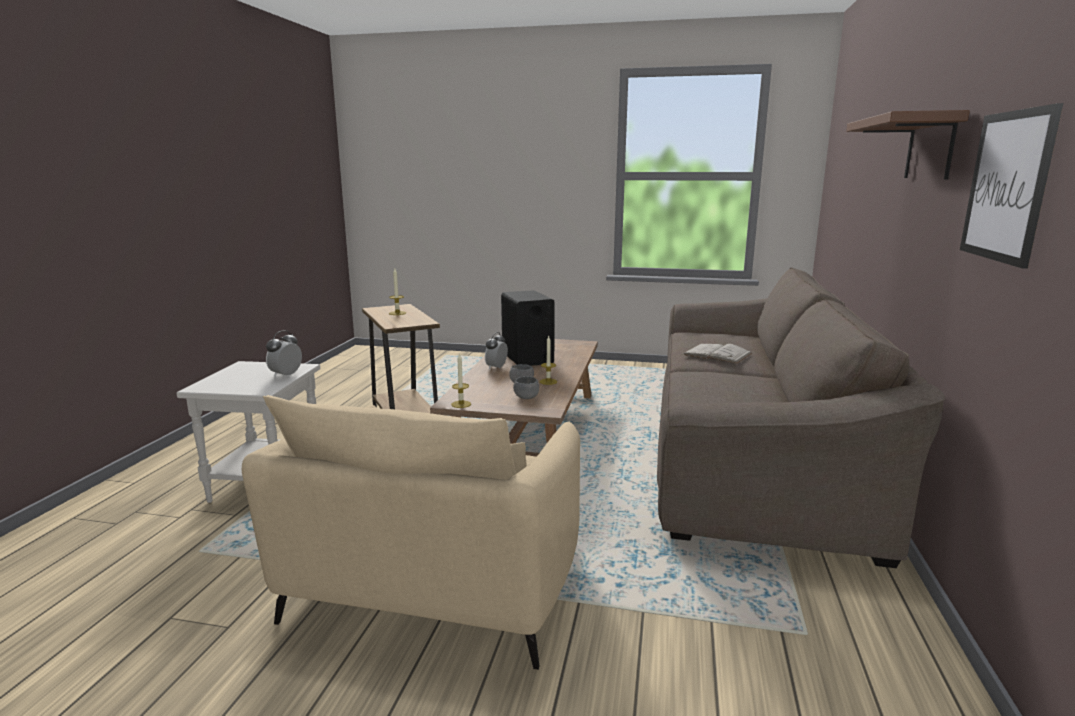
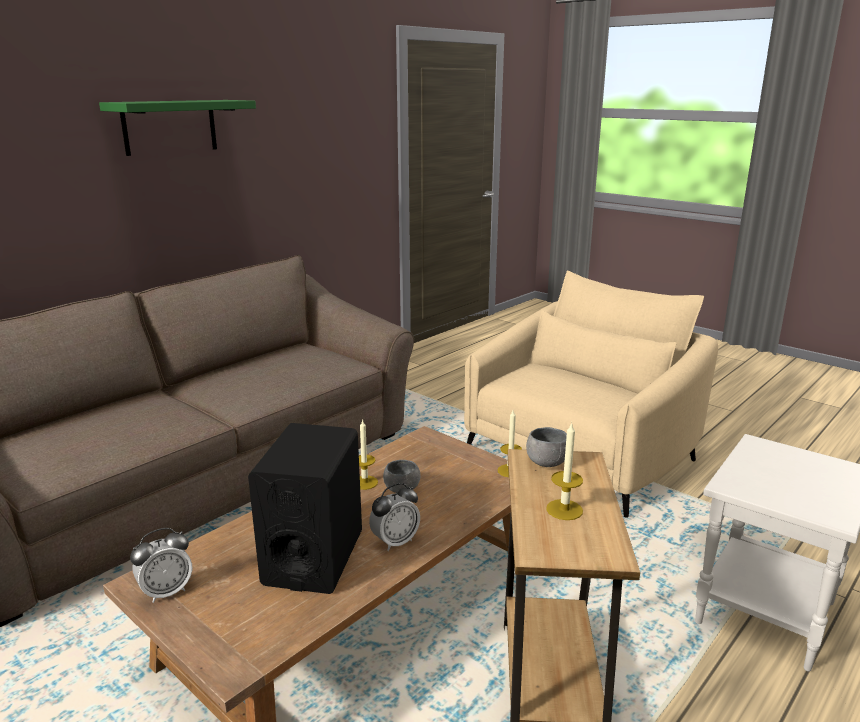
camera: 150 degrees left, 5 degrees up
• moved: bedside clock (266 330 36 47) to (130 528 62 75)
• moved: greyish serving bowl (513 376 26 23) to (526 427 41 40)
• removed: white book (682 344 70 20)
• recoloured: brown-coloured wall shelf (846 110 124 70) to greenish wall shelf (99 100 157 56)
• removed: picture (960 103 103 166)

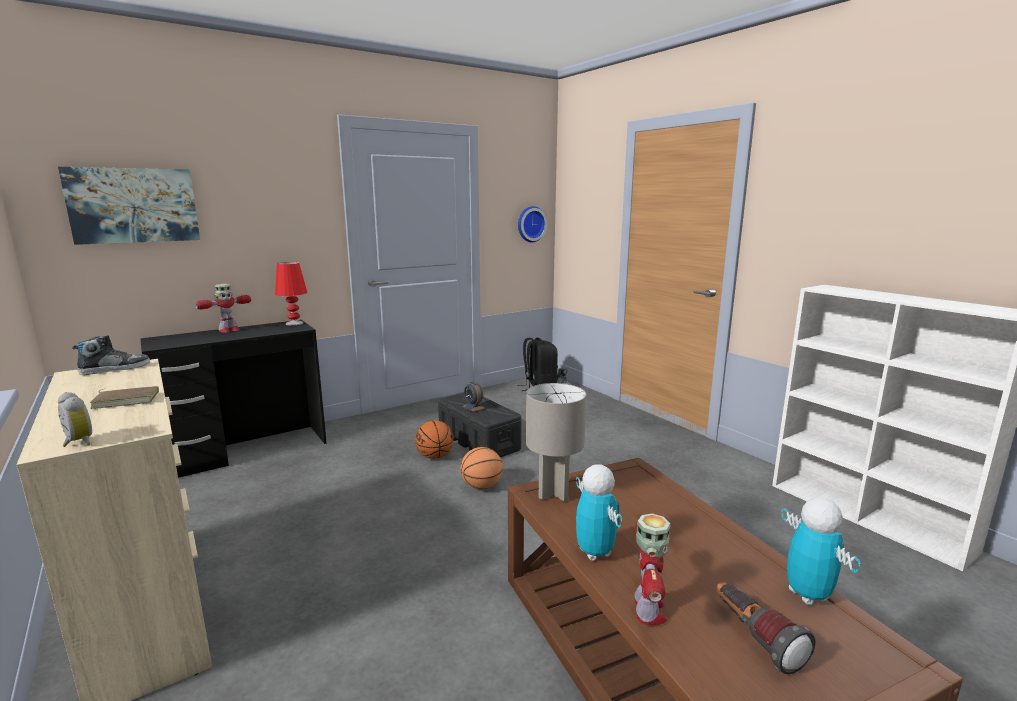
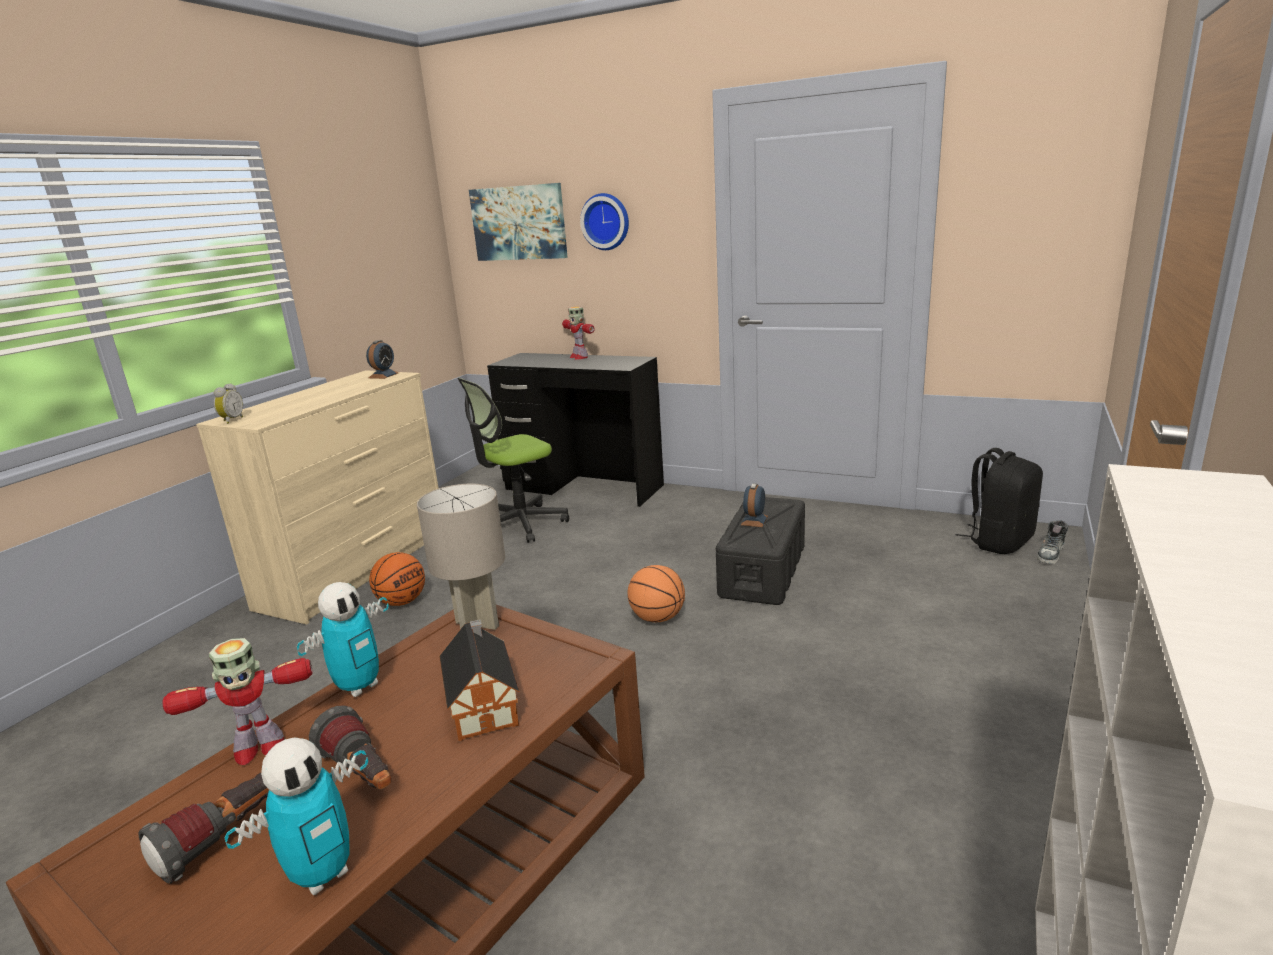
camera: 60 degrees right, 5 degrees up
• replaced: shoe (72 335 78 40) to bedside clock (366 340 33 39)
• removed: brown-coloured book (90 386 69 23)
• turned: robot figure (195 284 56 49) = (562 306 33 54) 45 degrees clockwise
• removed: reddish tabletop lamp (275 262 32 63)
• moved: basketball ball (415 421 39 38) to (369 552 56 54)
• moved: clock on the wall (518 206 29 36) to (580 193 49 57)
• added: torch (309 705 82 84)
• added: toy house (439 619 81 122)
• added: desk chair (458 378 111 165)

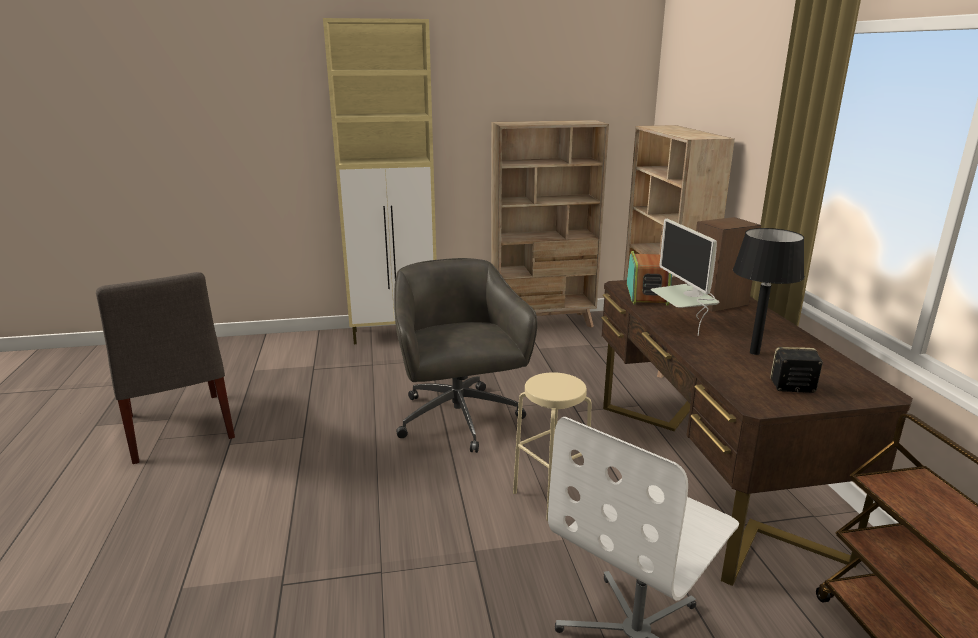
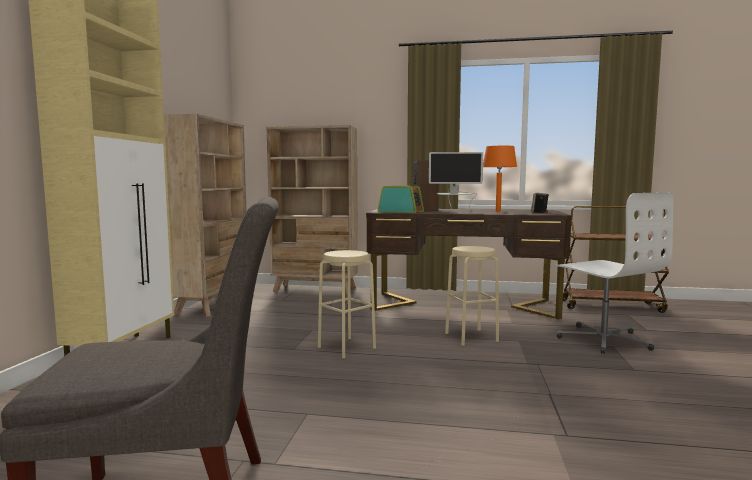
camera: 70 degrees left, 15 degrees down
• replaced: greyish desk chair (394 258 143 195) to sand-coloured stool seat (318 250 58 108)
• recoloured: blackish tabletop lamp (733 228 72 127) to orange-coloured tabletop lamp (483 146 34 66)

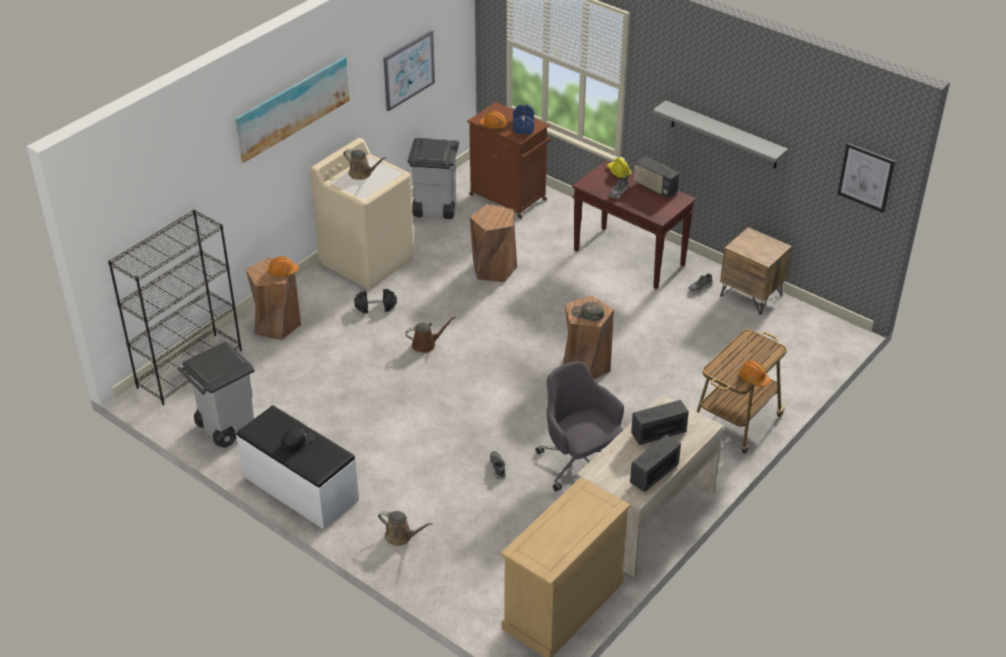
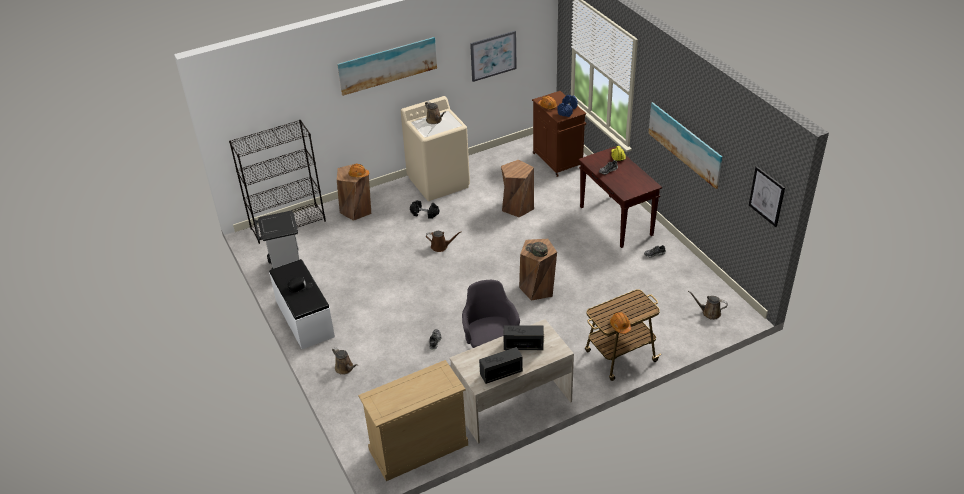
camera: 25 degrees right, 0 degrees up
• removed: greyish trash can (408 138 51 81)
• removed: radio set (634 157 46 41)
• replaced: greyish wall shelf (652 100 136 69) to picture (648 102 74 87)
• removed: brown-coloured bedside table (720 227 72 88)
• added: brown-coloured watering can (688 291 40 29)

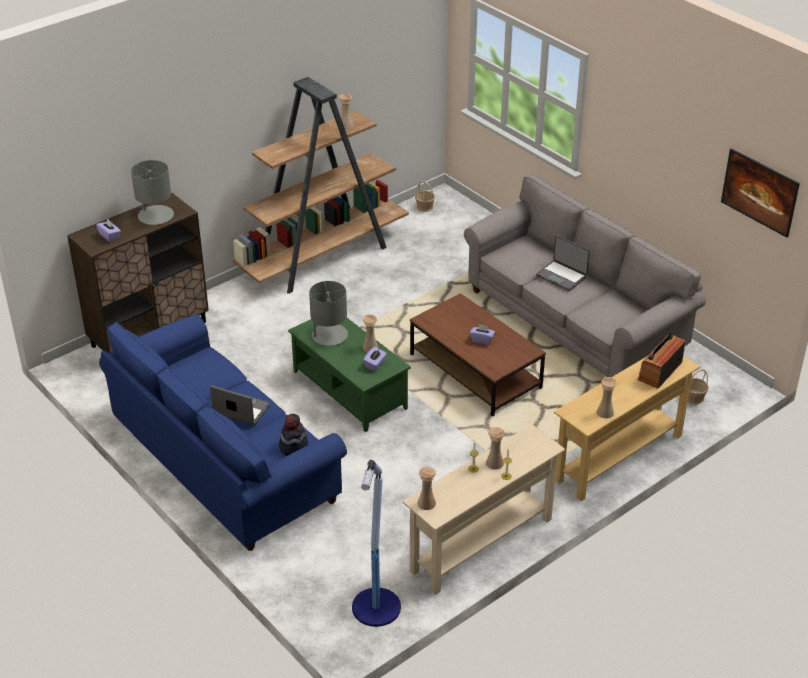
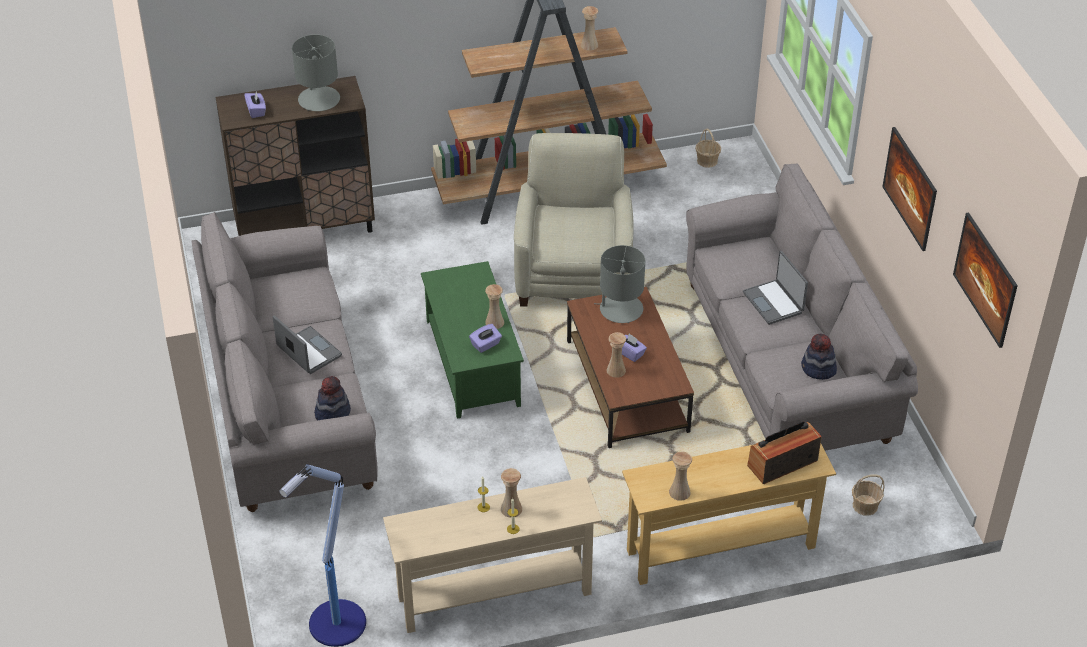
camera: 25 degrees right, 5 degrees up
• recoloured: blue-coloured settee (99 314 248 237) to greyish settee (191 212 187 300)
• moved: greyish tabletop lamp (307 281 41 65) to (594 245 51 78)
• moved: sand-coloured flower vase (417 466 19 44) to (606 332 20 46)
• added: sand-coloured lounge chair (514 133 119 174)
• added: wearable hat (801 333 36 47)
• added: picture (882 127 55 124)

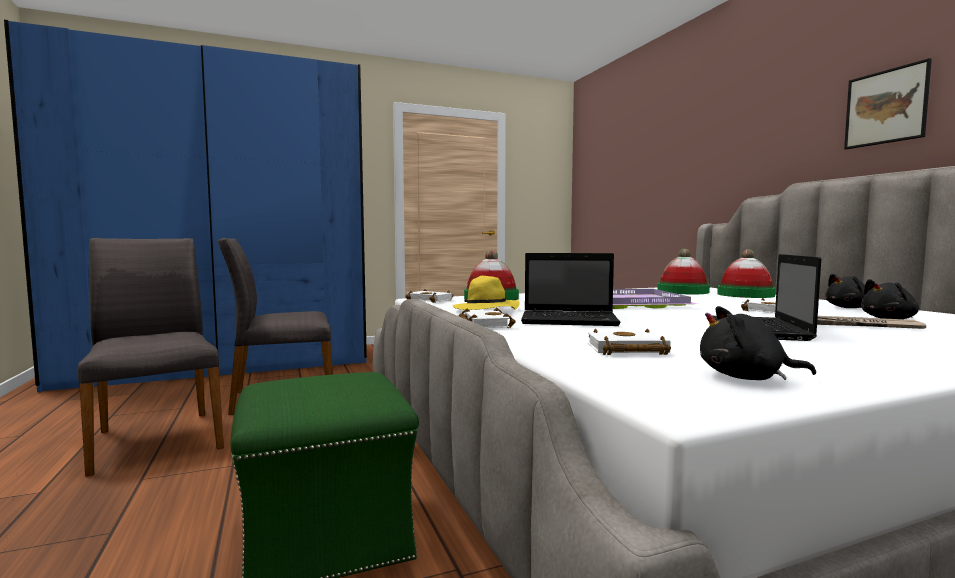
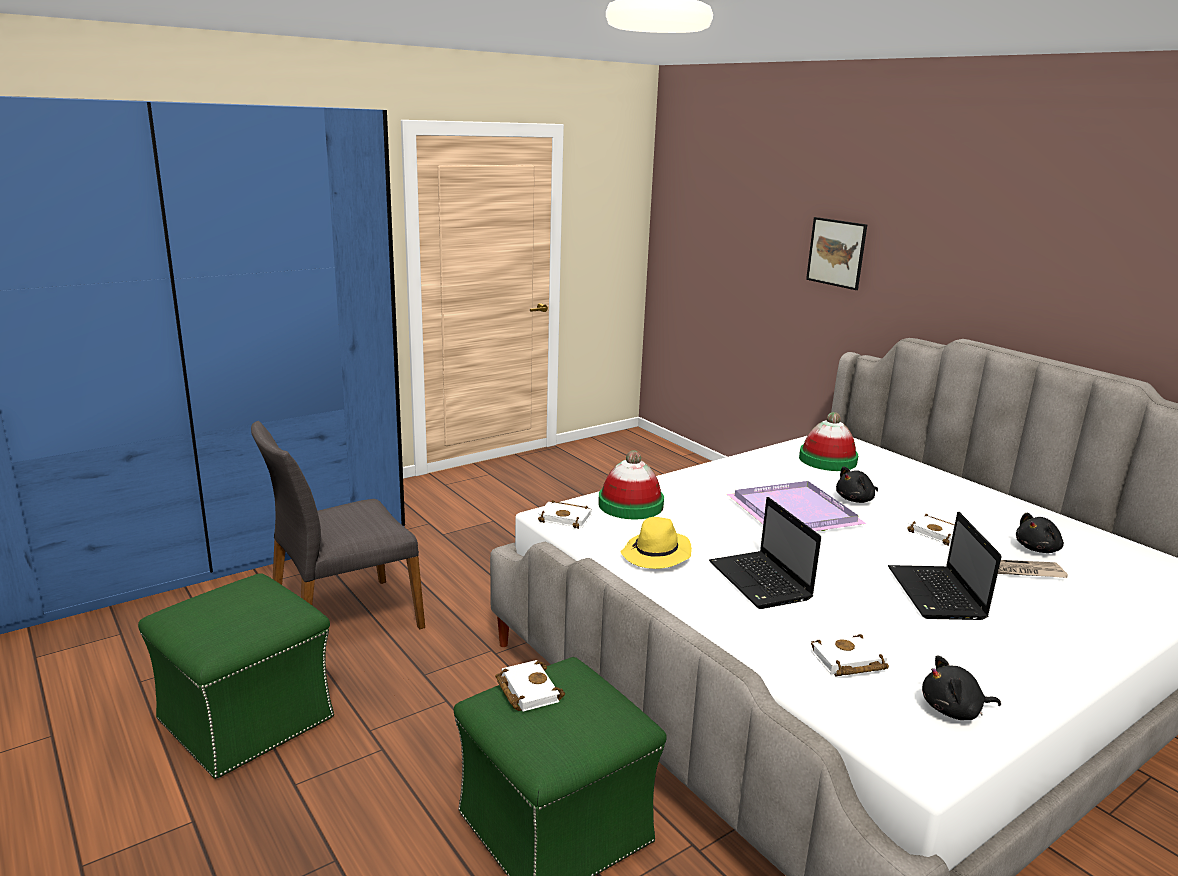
camera: 15 degrees left, 15 degrees up
• replaced: greyish chair (78 238 146 239) to greenish footrest (138 573 196 206)
• moved: white book (459 308 57 20) to (495 660 70 52)
• turned: laptop (521 253 100 73) = (709 497 112 112) 75 degrees clockwise
• removed: wearable hat (717 249 59 49)
• moved: blackish soft toy (825 274 40 34) to (836 467 42 36)
• moved: picture (844 58 88 91) to (806 217 61 73)

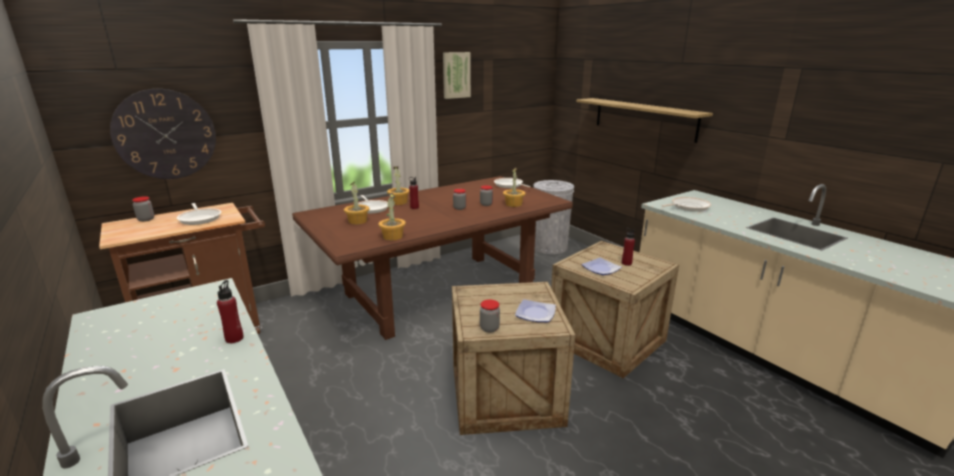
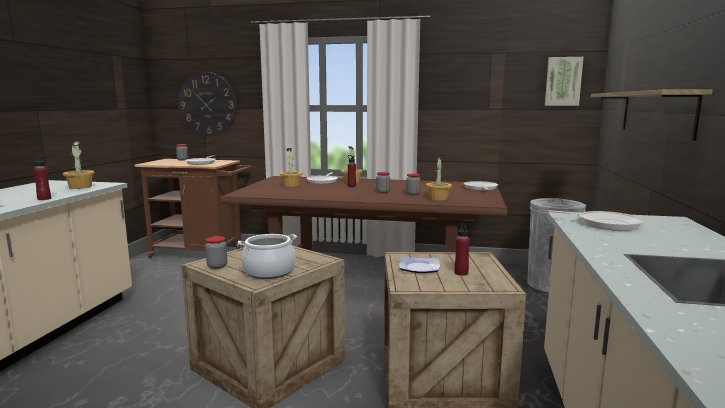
camera: 45 degrees right, 10 degrees down
• moved: potted plant (378 193 28 47) to (63 141 32 48)
• moved: picture (443 52 28 47) to (545 57 39 49)
• replaced: flat dish (515 299 41 23) to stockpot (238 234 59 45)

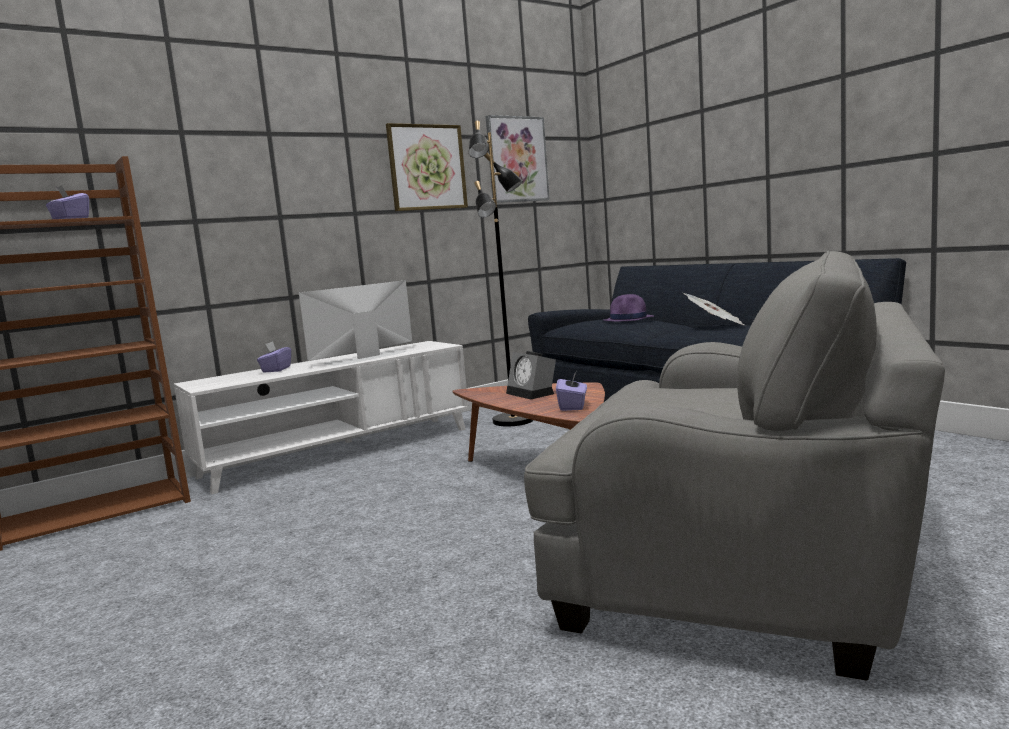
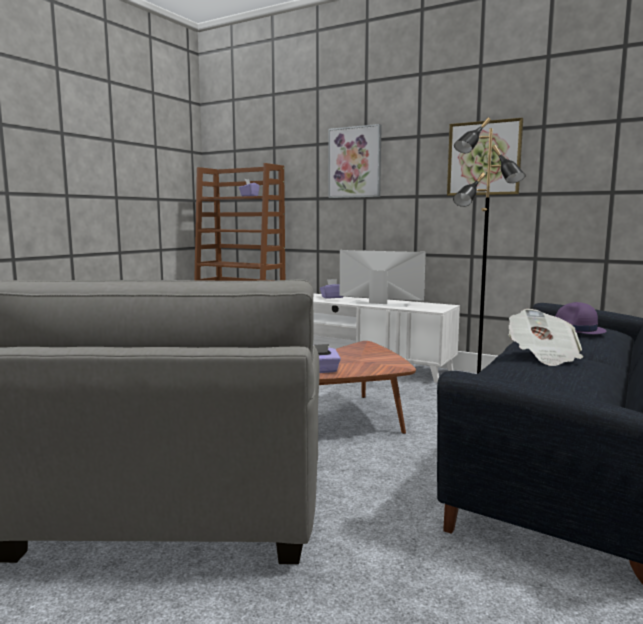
camera: 65 degrees right, 0 degrees up
• moved: picture (486 115 64 88) to (328 124 54 74)
• removed: bedside clock (506 351 50 48)

